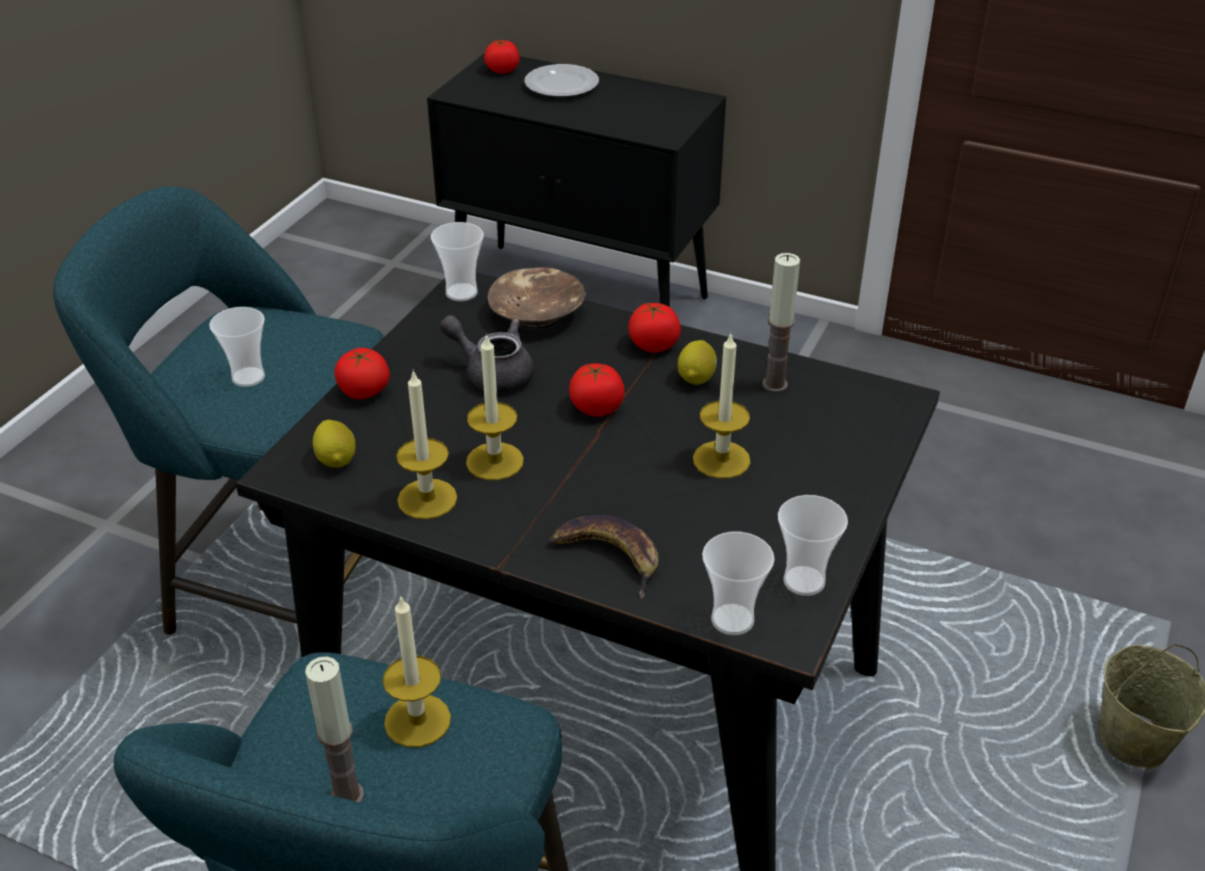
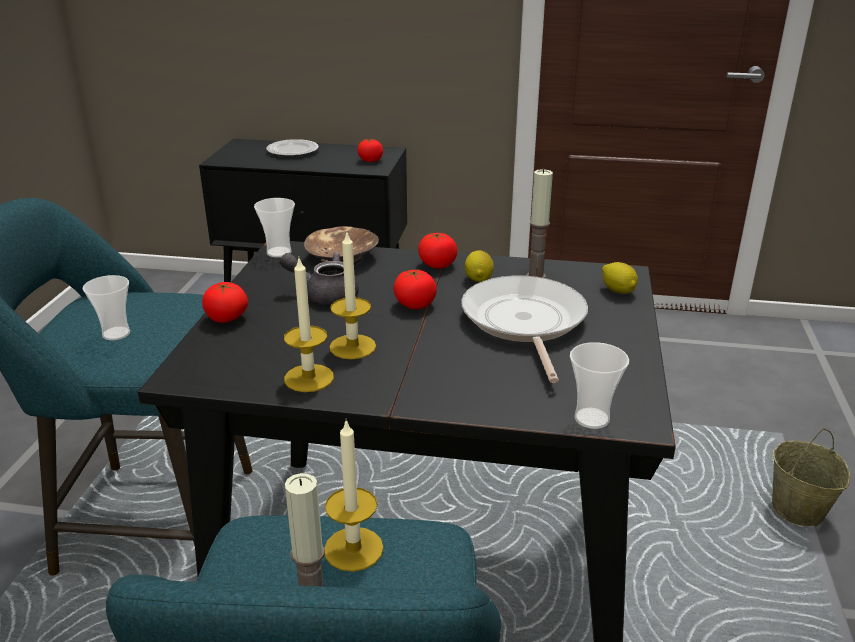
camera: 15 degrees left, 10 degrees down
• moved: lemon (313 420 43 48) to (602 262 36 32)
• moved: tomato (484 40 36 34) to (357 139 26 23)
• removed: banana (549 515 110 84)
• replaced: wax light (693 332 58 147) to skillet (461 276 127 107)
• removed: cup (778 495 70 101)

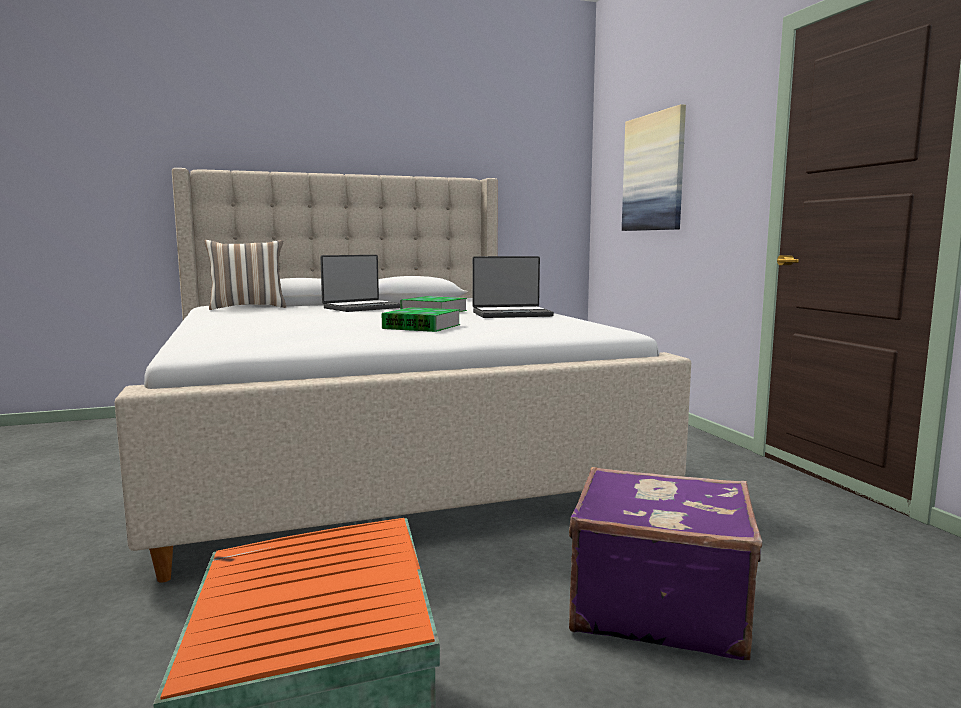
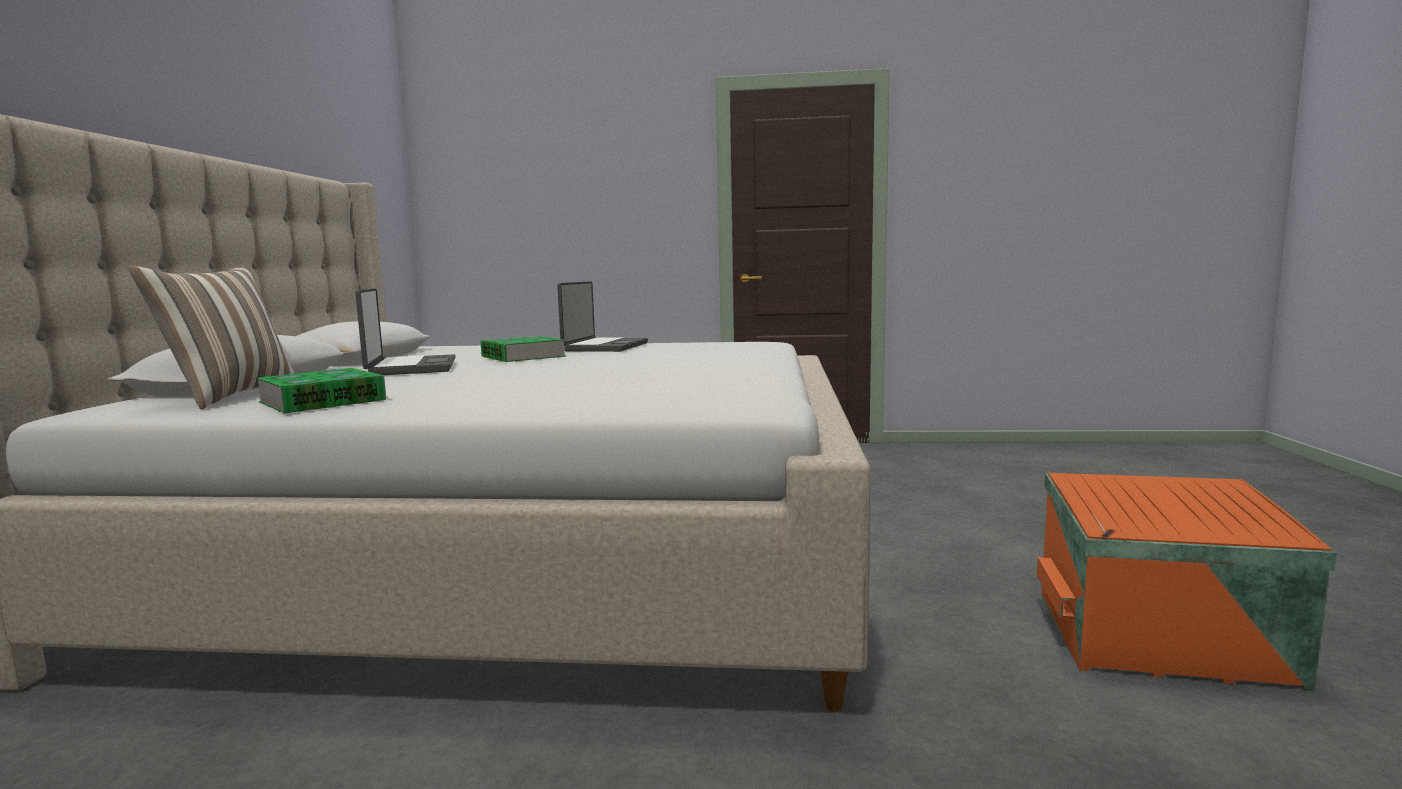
camera: 65 degrees left, 0 degrees up
• moved: book (382 307 78 25) to (256 368 130 45)
• removed: purple suitcase (569 467 193 193)
• removed: picture (622 104 64 127)

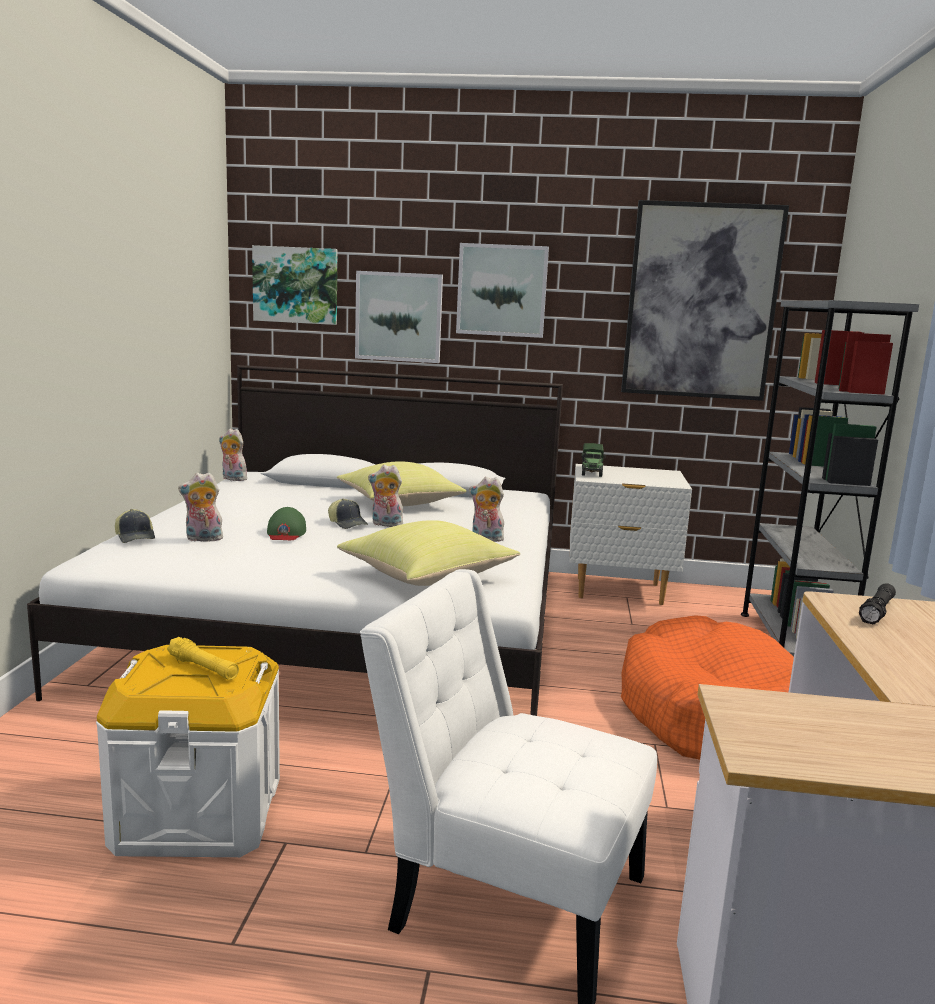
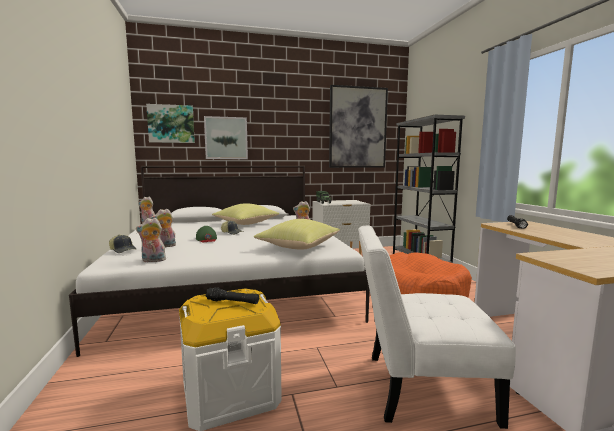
camera: 20 degrees left, 5 degrees down
• recoloured: yellow torch (167 637 72 43) to blackish torch (205 287 54 17)
• moved: soft toy (368 465 35 62) to (136 218 30 44)
• removed: picture (456 243 93 95)

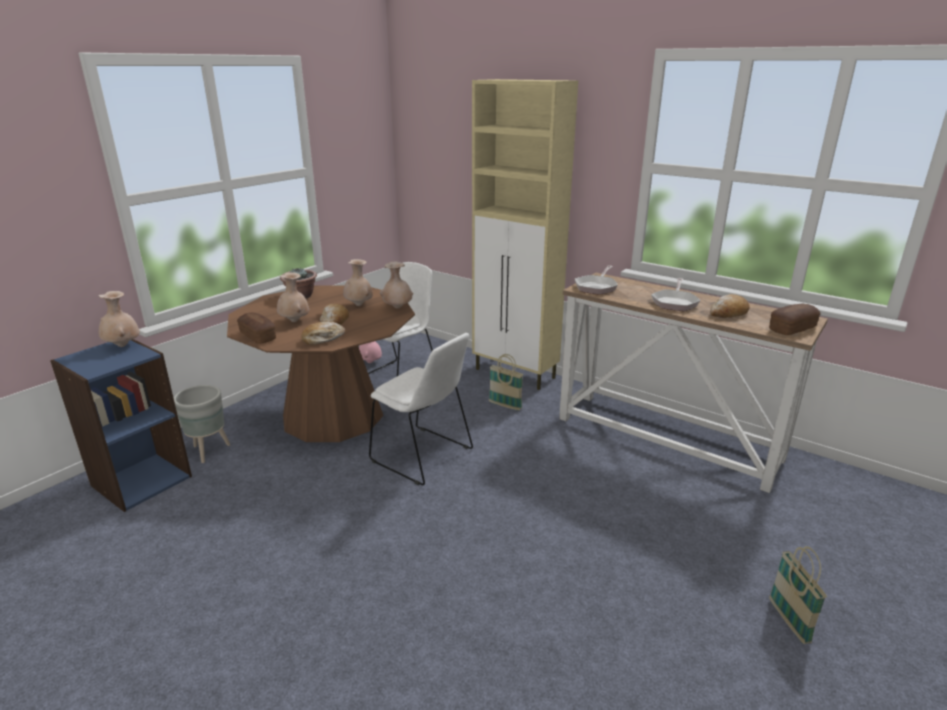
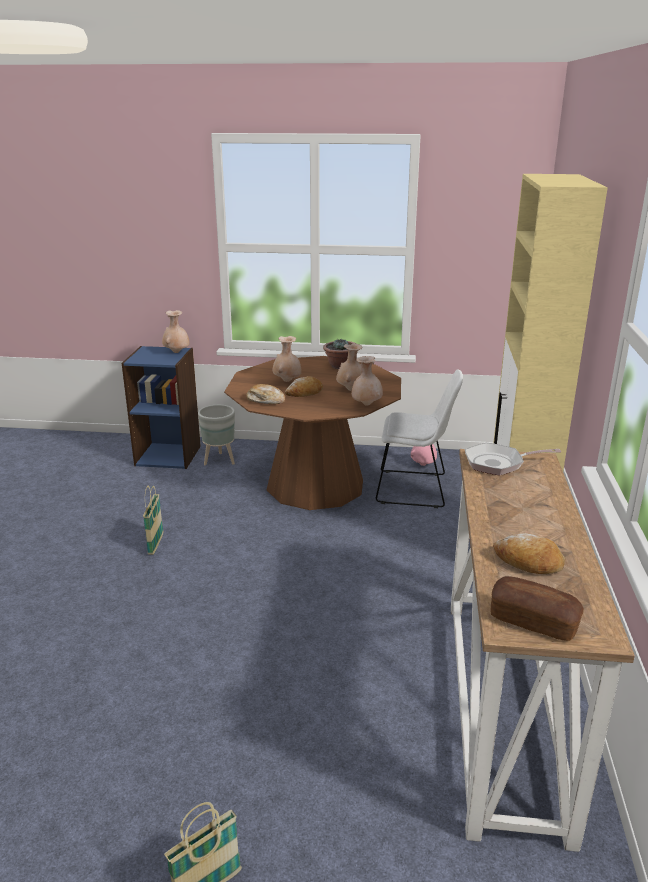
camera: 60 degrees right, 0 degrees up
• removed: bread (237 312 39 32)
• removed: white chair (369 333 104 152)
• moved: storage basket (489 354 35 57) to (143 486 21 69)
• removed: skillet (651 278 50 33)

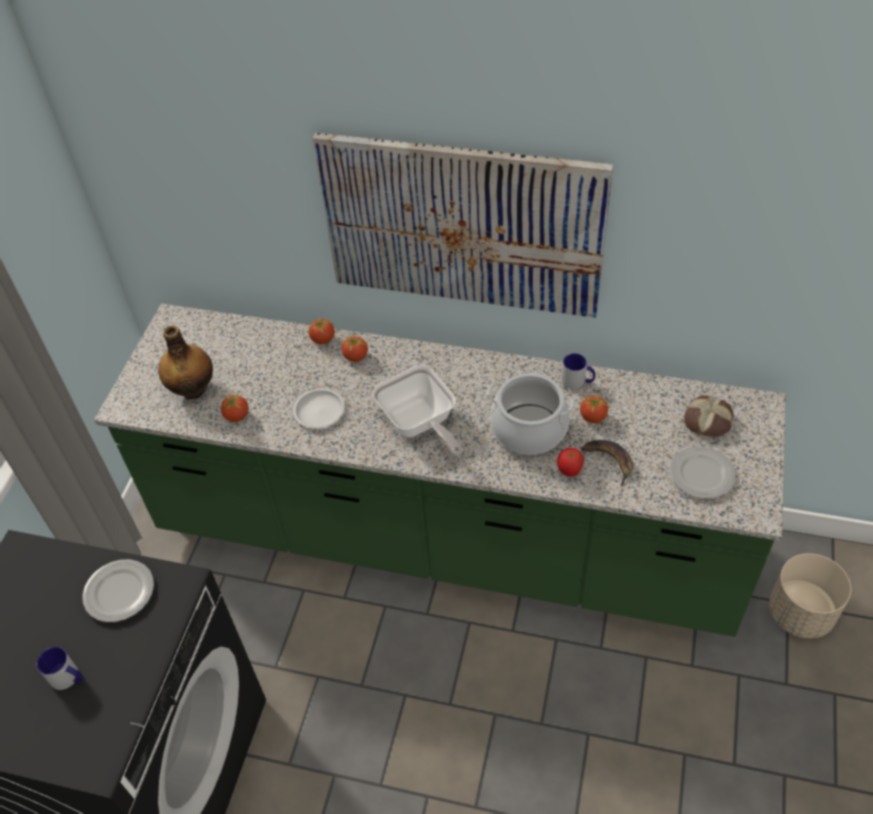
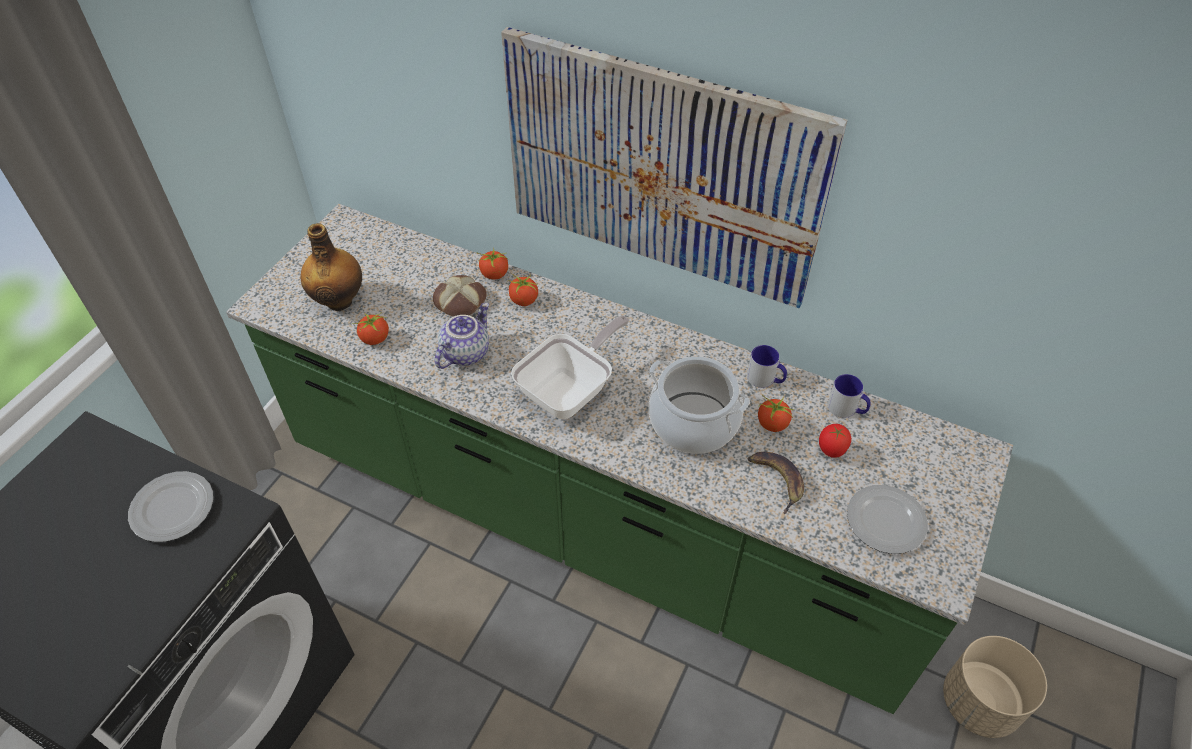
camera: 10 degrees right, 0 degrees up
• moved: coffee mug (37 647 46 43) to (828 374 43 44)
• replaced: white flat dish (293 389 52 40) to teapot (434 303 55 66)
• turned: skillet (372 365 90 92) = (511 315 118 104) 120 degrees counterclockwise
• moved: tomato (557 448 27 29) to (819 424 32 34)
• moved: bread (684 396 49 41) to (433 275 54 42)

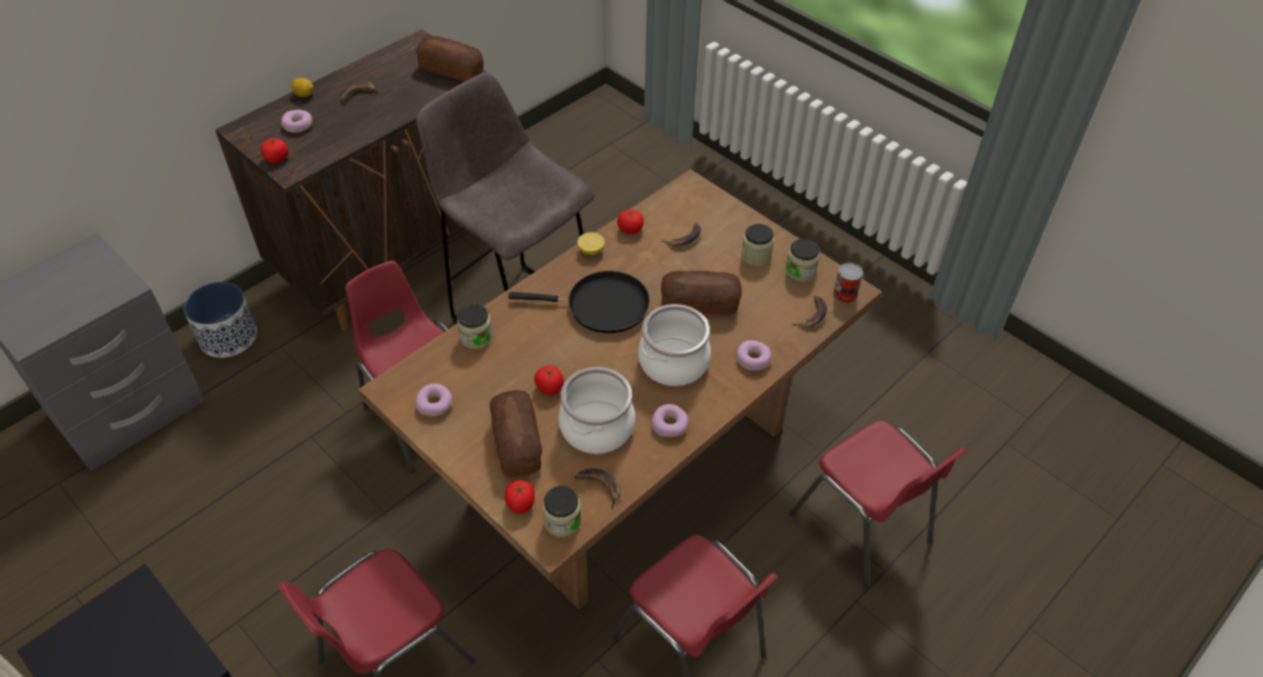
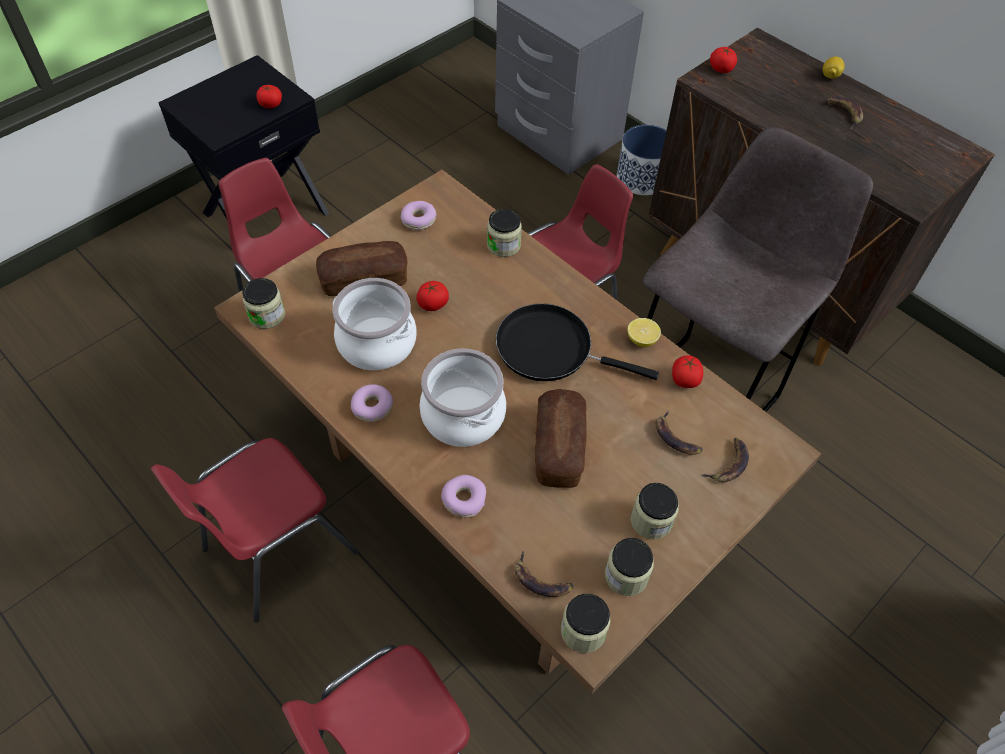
camera: 90 degrees right, 5 degrees up
• removed: ring doughnut (281 110 31 23)
• removed: bread (416 36 68 46)
• moved: tomato (505 480 30 33) to (256 85 26 24)
• turned: blackish skillet (508 271 142 62) = (496 303 163 78) 105 degrees clockwise
• moved: banana (575 469 46 41) to (701 438 48 44)
• replaced: sealed can (833 263 30 40) to storage jar (561 594 49 59)

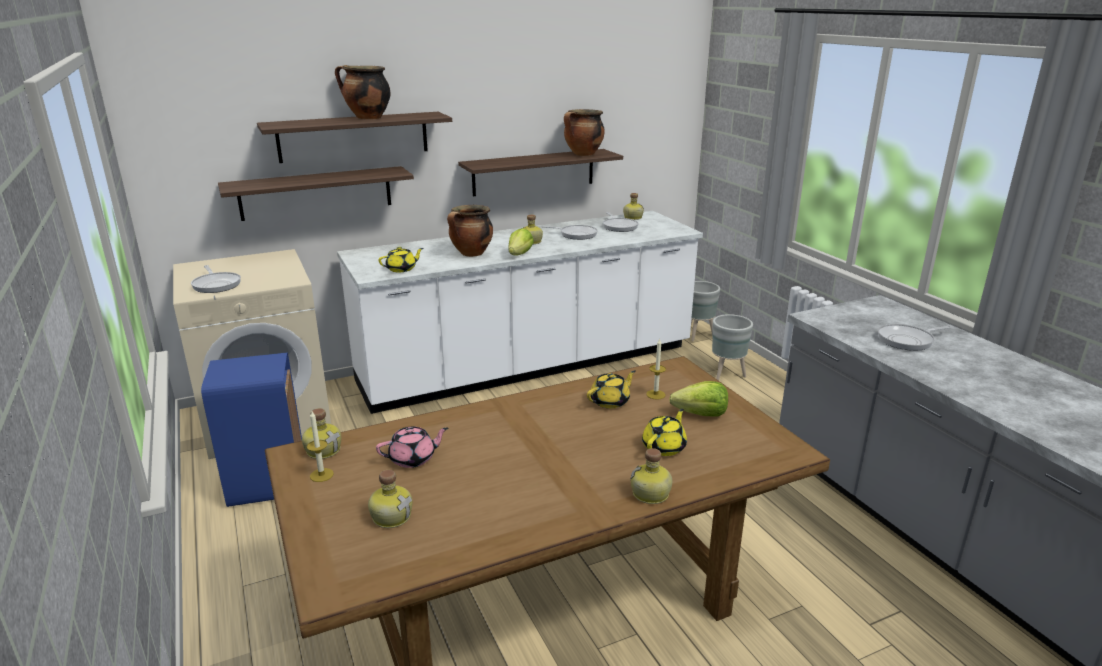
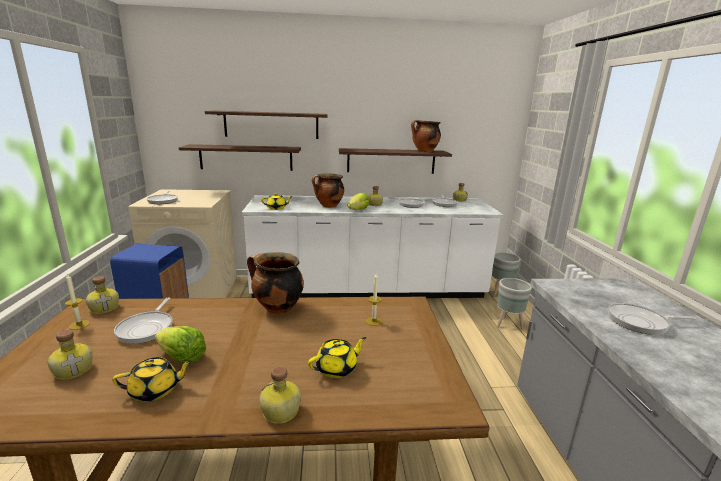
camera: 20 degrees right, 5 degrees down
• moved: stockpot (335 65 55 54) to (247 252 57 62)
• replaced: pinkish teapot (376 427 72 41) to skillet (114 298 59 46)
• moved: yellow teapot (587 371 49 38) to (112 357 81 45)
• moved: head of lettuce (669 381 59 36) to (155 326 51 38)

